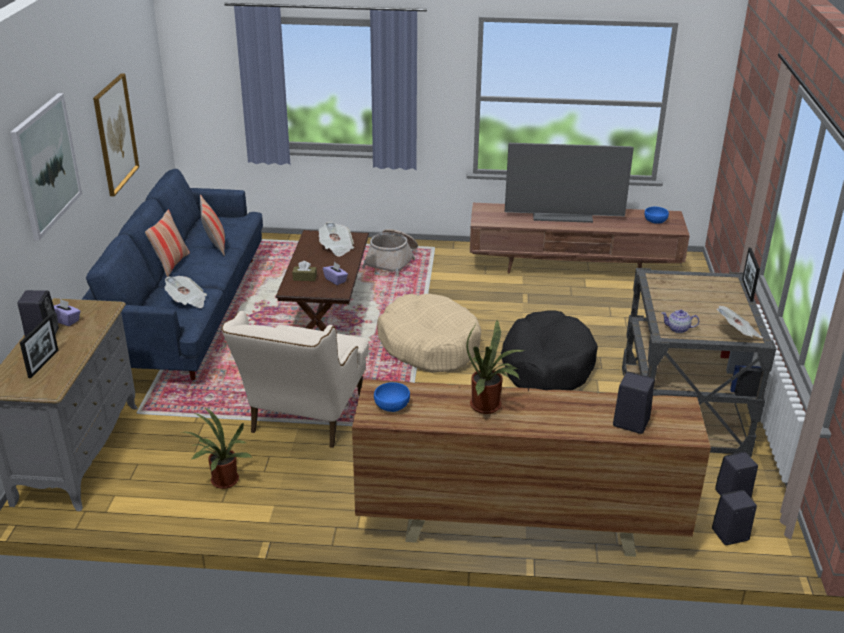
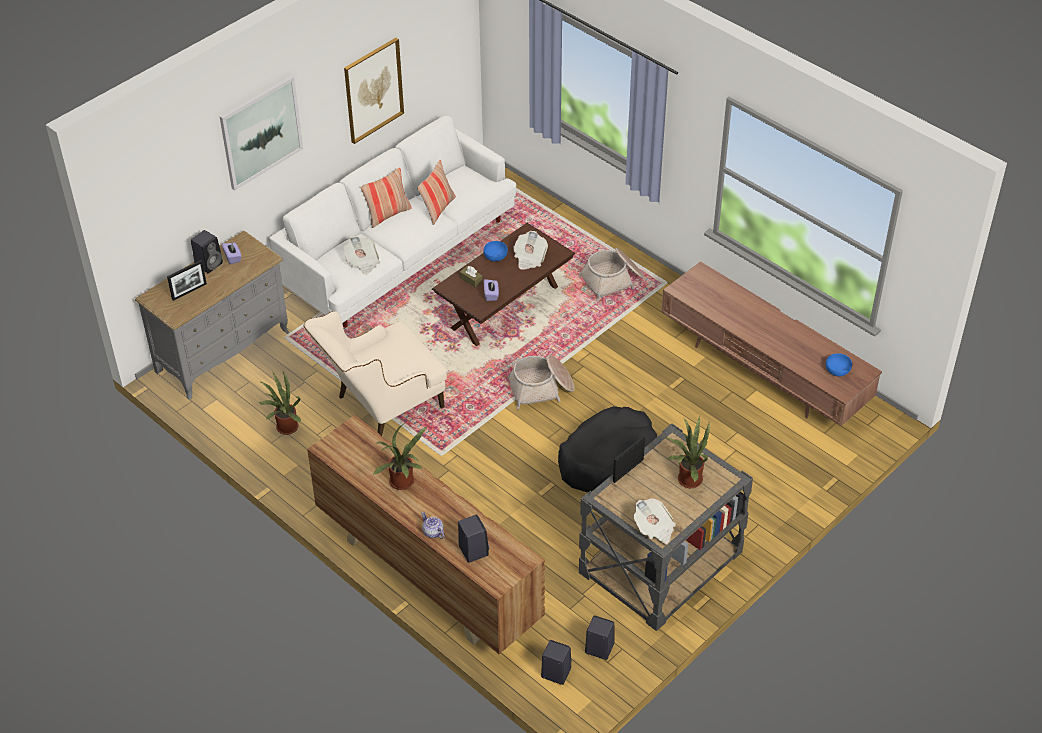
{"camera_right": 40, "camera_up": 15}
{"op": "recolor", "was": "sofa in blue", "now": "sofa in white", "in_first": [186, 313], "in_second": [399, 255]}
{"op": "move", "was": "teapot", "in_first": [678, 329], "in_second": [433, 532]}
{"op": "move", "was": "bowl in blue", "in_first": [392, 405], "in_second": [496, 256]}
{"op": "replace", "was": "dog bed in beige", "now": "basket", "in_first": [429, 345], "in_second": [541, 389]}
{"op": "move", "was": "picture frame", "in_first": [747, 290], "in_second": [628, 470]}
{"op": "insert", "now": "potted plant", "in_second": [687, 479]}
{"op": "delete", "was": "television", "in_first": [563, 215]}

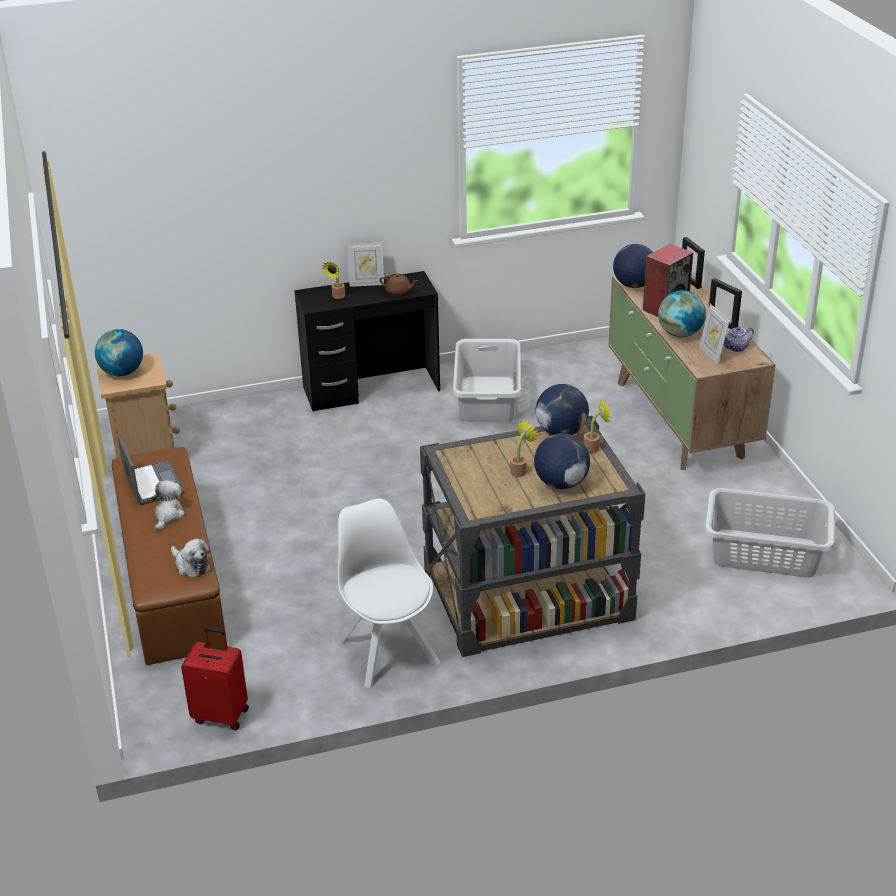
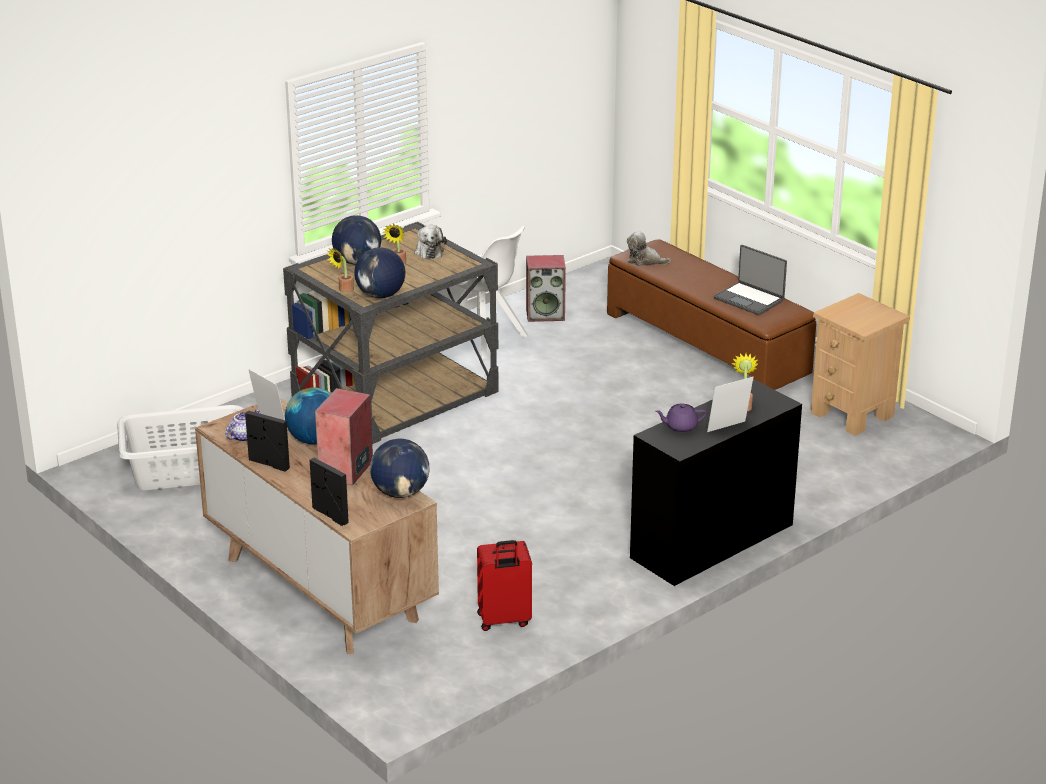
{"camera_right": 155, "camera_up": -5}
{"op": "move", "was": "plush toy", "in_first": [168, 515], "in_second": [429, 251]}
{"op": "move", "was": "suitcase in red", "in_first": [221, 715], "in_second": [504, 621]}
{"op": "insert", "now": "speaker", "in_second": [546, 314]}
{"op": "recolor", "was": "teapot in brown", "now": "teapot in purple", "in_first": [398, 292], "in_second": [680, 426]}
{"op": "delete", "was": "globe", "in_first": [122, 373]}
{"op": "delete", "was": "laundry basket in grey", "in_first": [488, 399]}

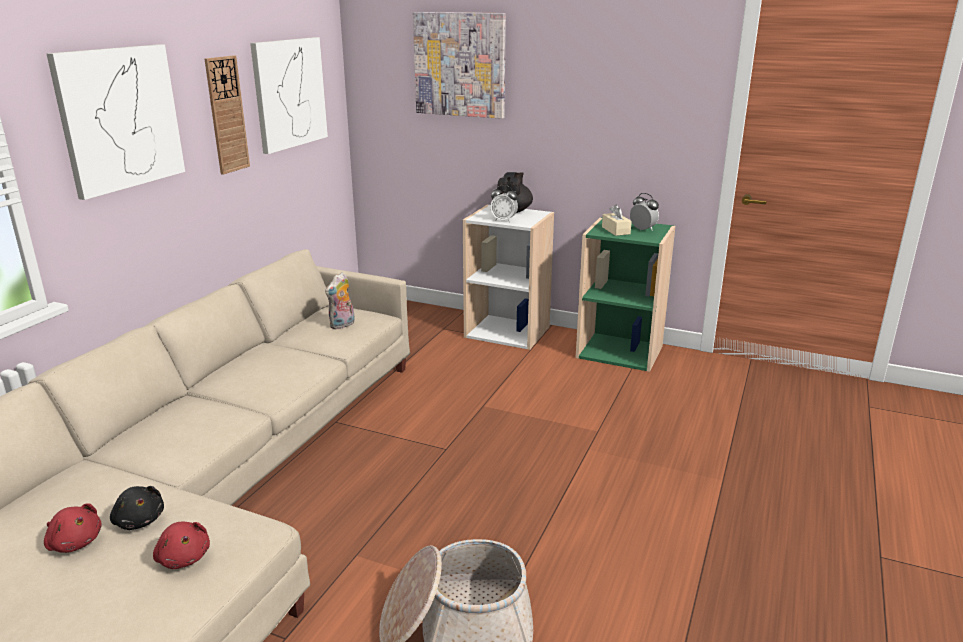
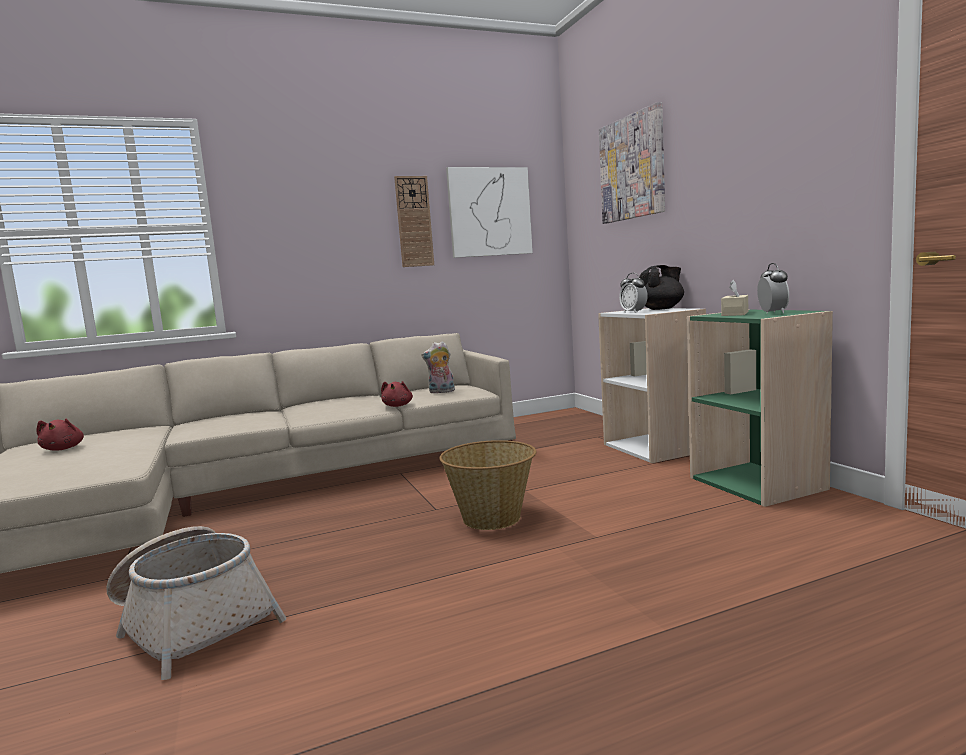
{"camera_right": 45, "camera_up": -15}
{"op": "move", "was": "plush toy in red", "in_first": [183, 557], "in_second": [398, 406]}
{"op": "insert", "now": "basket", "in_second": [492, 518]}
{"op": "delete", "was": "picture", "in_first": [120, 118]}
{"op": "delete", "was": "plush toy in black", "in_first": [139, 520]}

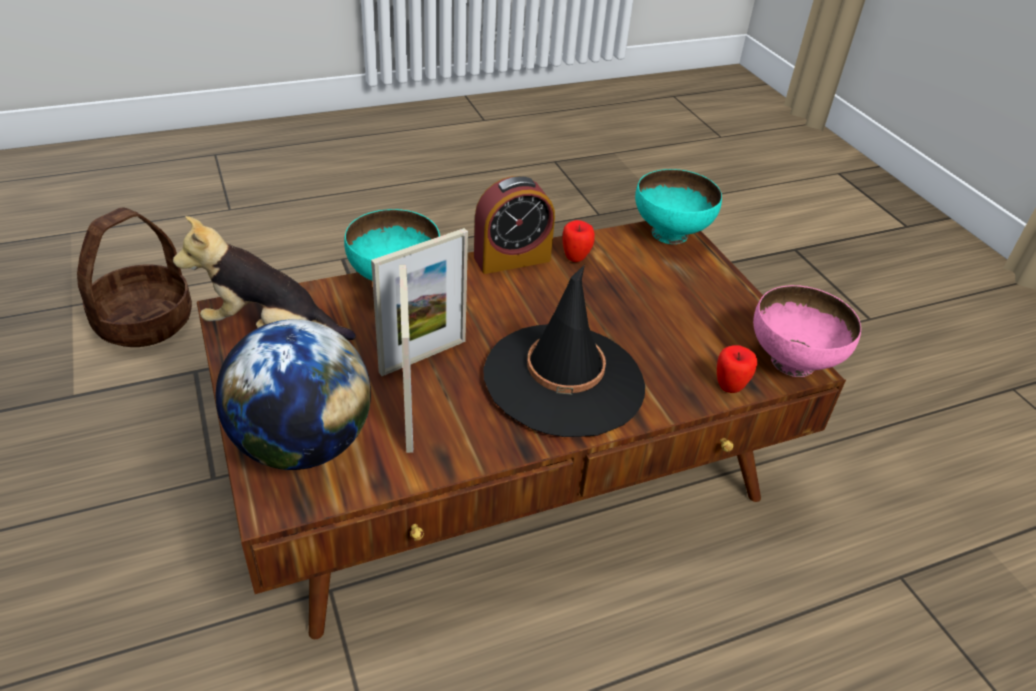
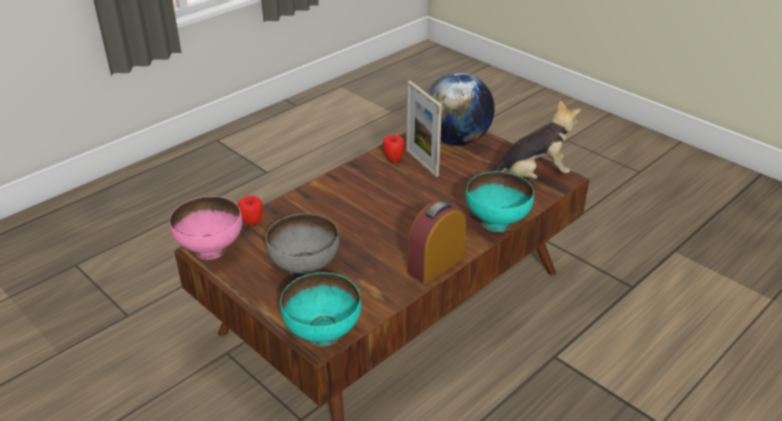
{"camera_right": 160, "camera_up": -5}
{"op": "insert", "now": "bowl in grey", "in_second": [304, 269]}
{"op": "move", "was": "apple", "in_first": [575, 257], "in_second": [393, 160]}
{"op": "delete", "was": "basket", "in_first": [144, 321]}
{"op": "delete", "was": "picture frame", "in_first": [423, 356]}
{"op": "delete", "was": "hat in black", "in_first": [564, 379]}

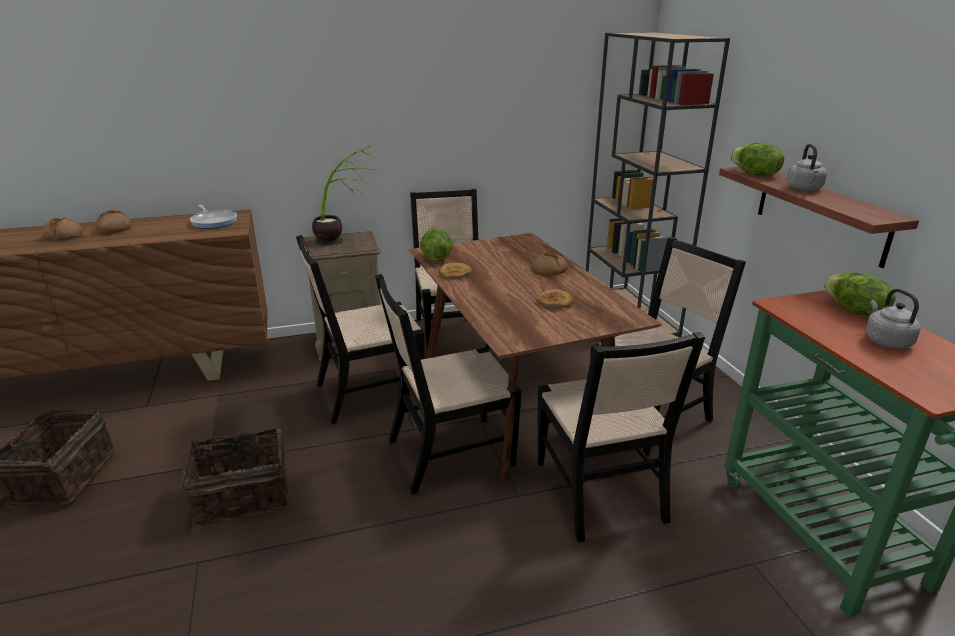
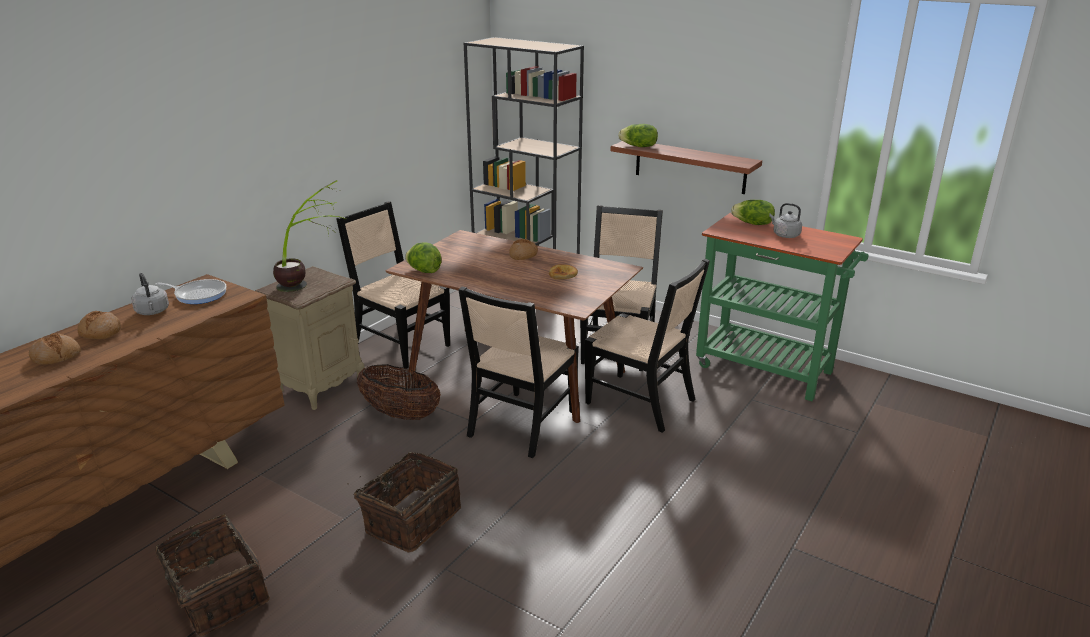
{"camera_right": -40, "camera_up": 0}
{"op": "move", "was": "kettle in grey", "in_first": [804, 189], "in_second": [153, 312]}
{"op": "replace", "was": "chair", "now": "basket", "in_first": [369, 393], "in_second": [400, 414]}
{"op": "delete", "was": "bread", "in_first": [455, 273]}

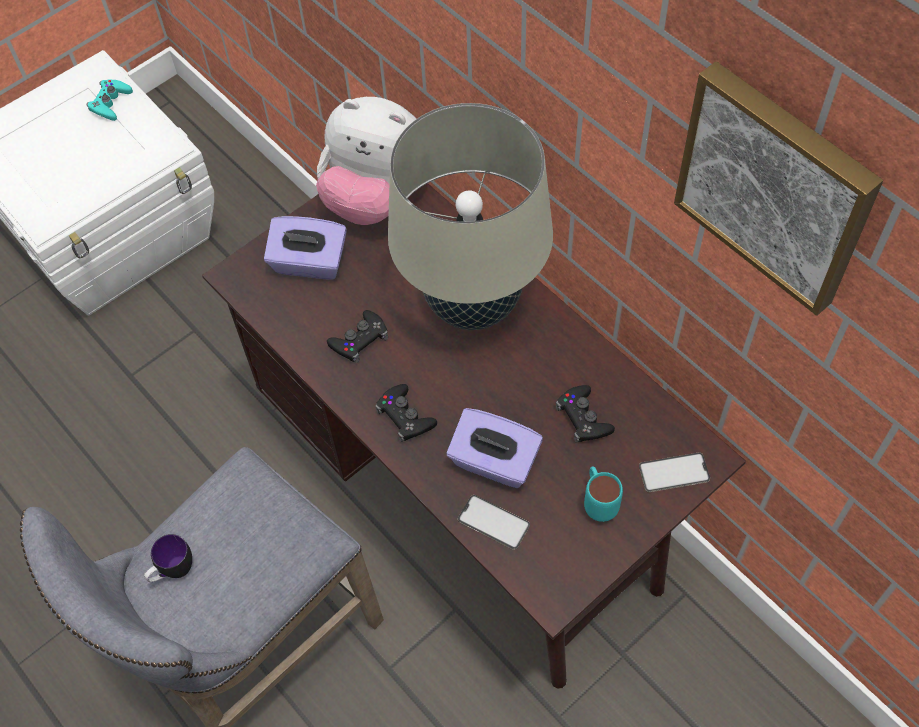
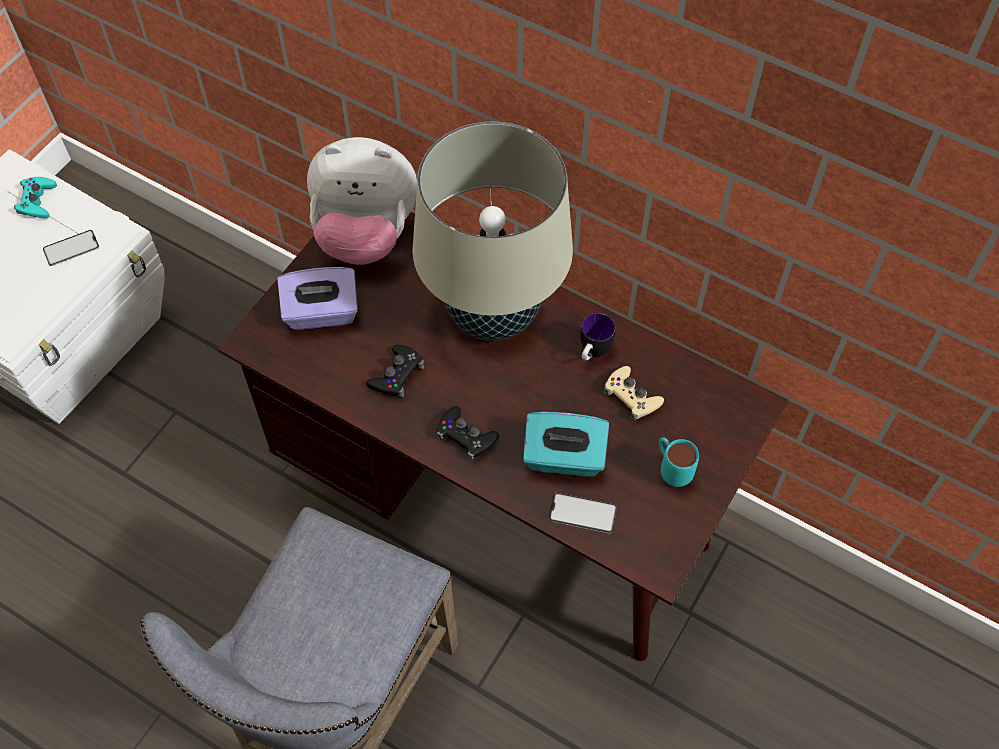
{"camera_right": -20, "camera_up": 0}
{"op": "move", "was": "phone", "in_first": [674, 472], "in_second": [71, 248]}
{"op": "recolor", "was": "tissue box in purple", "now": "tissue box in turquoise", "in_first": [494, 462], "in_second": [564, 458]}
{"op": "move", "was": "mug", "in_first": [173, 572], "in_second": [592, 353]}
{"op": "recolor", "was": "game controller in black", "now": "game controller in beige", "in_first": [583, 418], "in_second": [631, 397]}
{"op": "delete", "was": "picture", "in_first": [776, 186]}

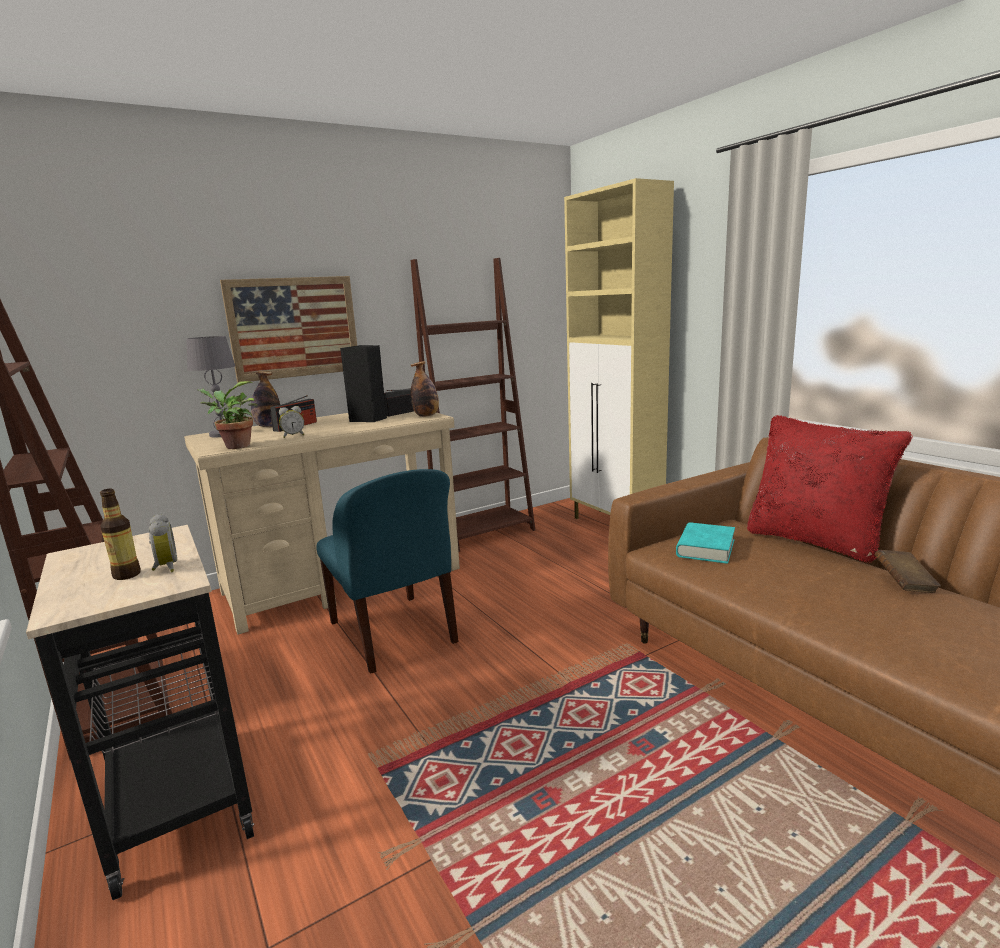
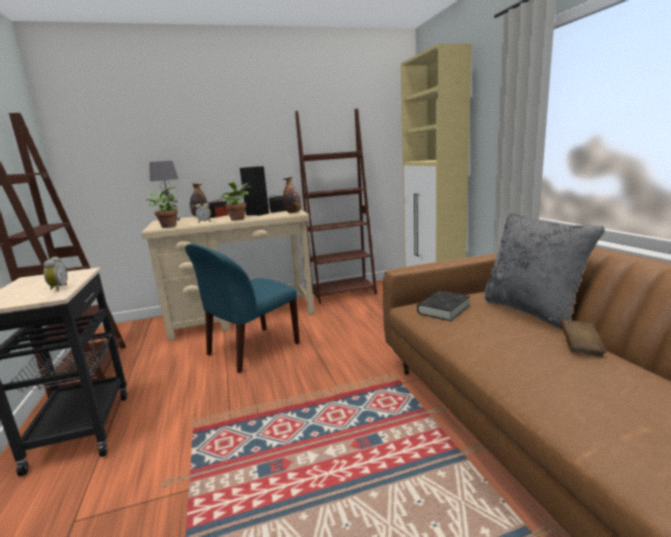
{"camera_right": 15, "camera_up": 0}
{"op": "rotate", "was": "chair in blue", "in_first": [394, 634], "in_second": [251, 350], "clockwise": 60}
{"op": "insert", "now": "potted plant", "in_second": [238, 219]}
{"op": "recolor", "was": "book in turquoise", "now": "book in black", "in_first": [705, 548], "in_second": [443, 309]}
{"op": "recolor", "was": "pillow in red", "now": "pillow in grey", "in_first": [814, 544], "in_second": [531, 313]}
{"op": "delete", "was": "bottle", "in_first": [127, 575]}
{"op": "delete", "was": "picture", "in_first": [294, 327]}

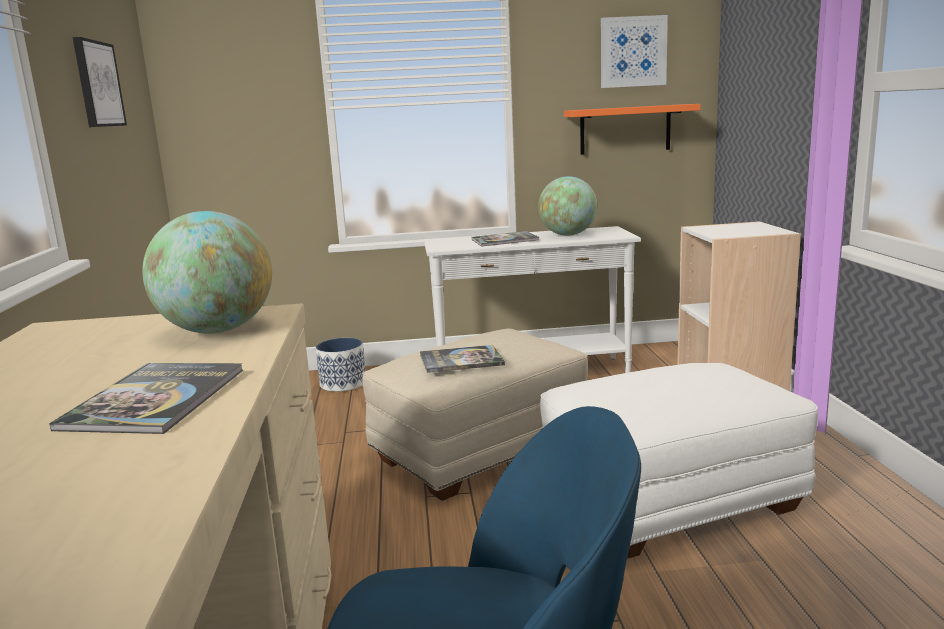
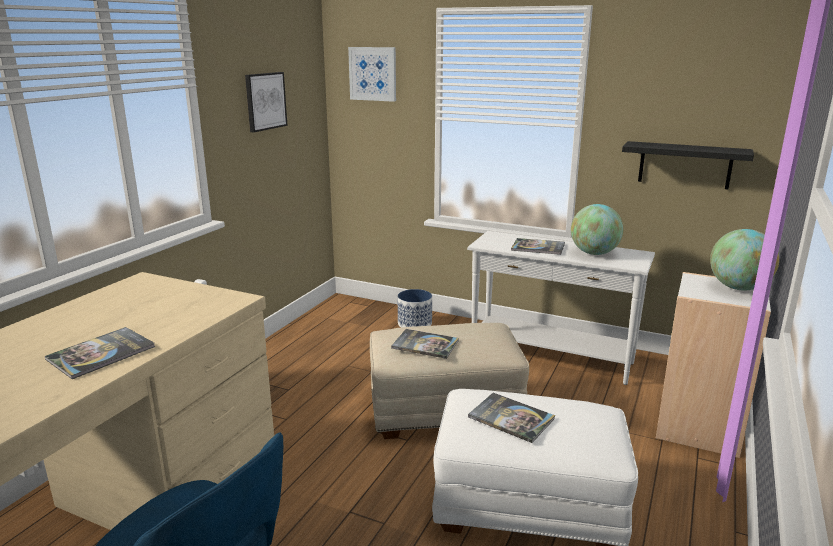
{"camera_right": 30, "camera_up": 5}
{"op": "move", "was": "picture", "in_first": [633, 52], "in_second": [373, 74]}
{"op": "insert", "now": "book", "in_second": [511, 418]}
{"op": "recolor", "was": "shelf in orange", "now": "shelf in black", "in_first": [625, 129], "in_second": [685, 165]}
{"op": "move", "was": "globe", "in_first": [217, 330], "in_second": [738, 288]}

